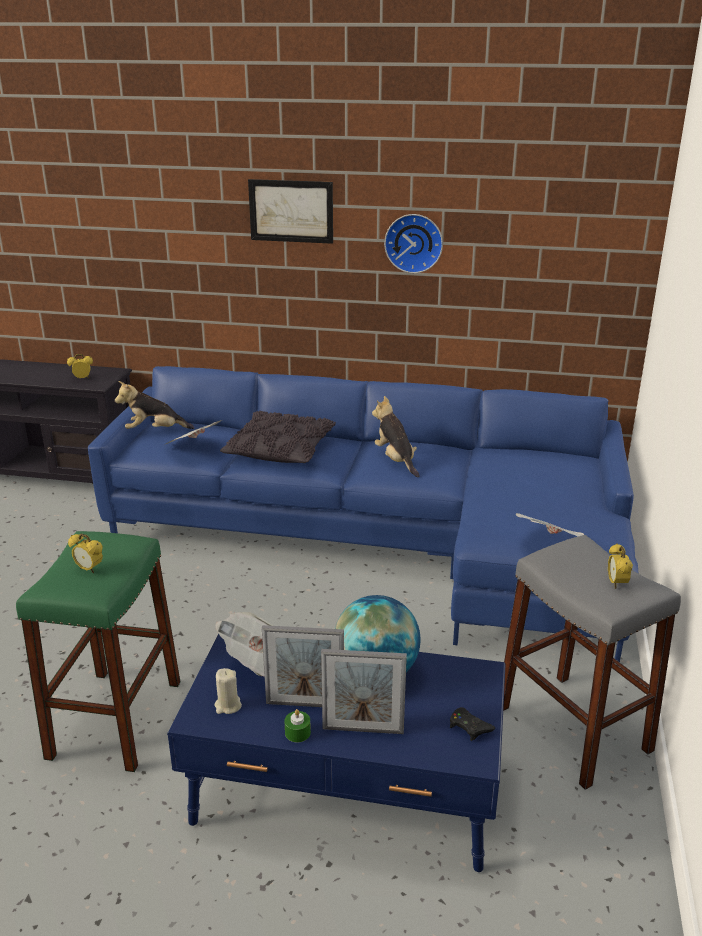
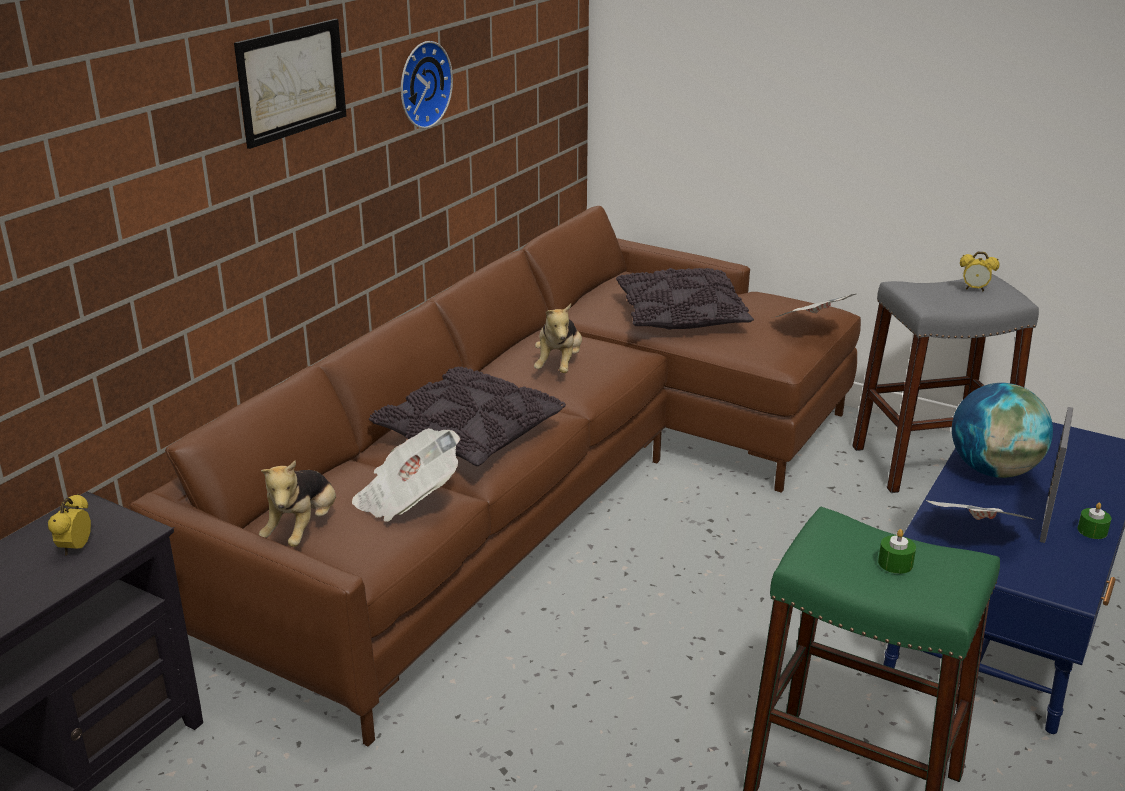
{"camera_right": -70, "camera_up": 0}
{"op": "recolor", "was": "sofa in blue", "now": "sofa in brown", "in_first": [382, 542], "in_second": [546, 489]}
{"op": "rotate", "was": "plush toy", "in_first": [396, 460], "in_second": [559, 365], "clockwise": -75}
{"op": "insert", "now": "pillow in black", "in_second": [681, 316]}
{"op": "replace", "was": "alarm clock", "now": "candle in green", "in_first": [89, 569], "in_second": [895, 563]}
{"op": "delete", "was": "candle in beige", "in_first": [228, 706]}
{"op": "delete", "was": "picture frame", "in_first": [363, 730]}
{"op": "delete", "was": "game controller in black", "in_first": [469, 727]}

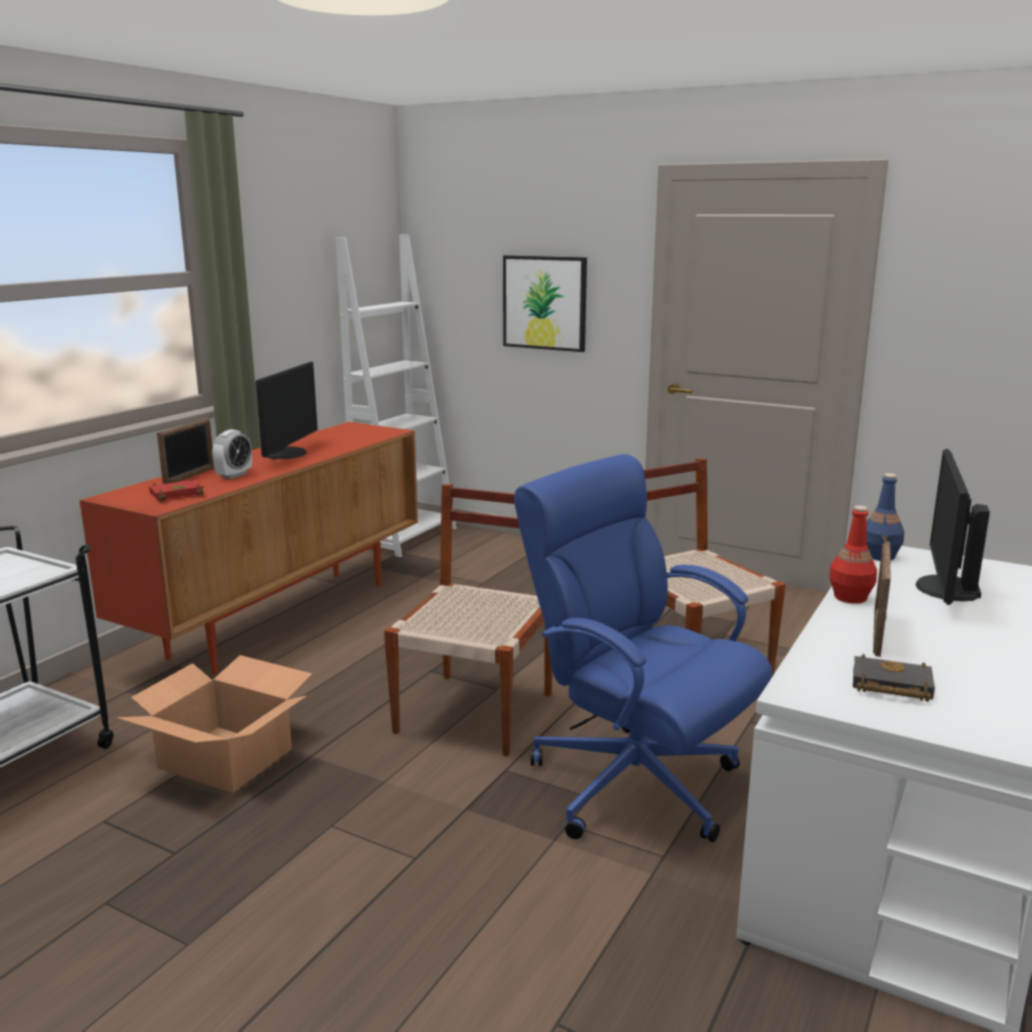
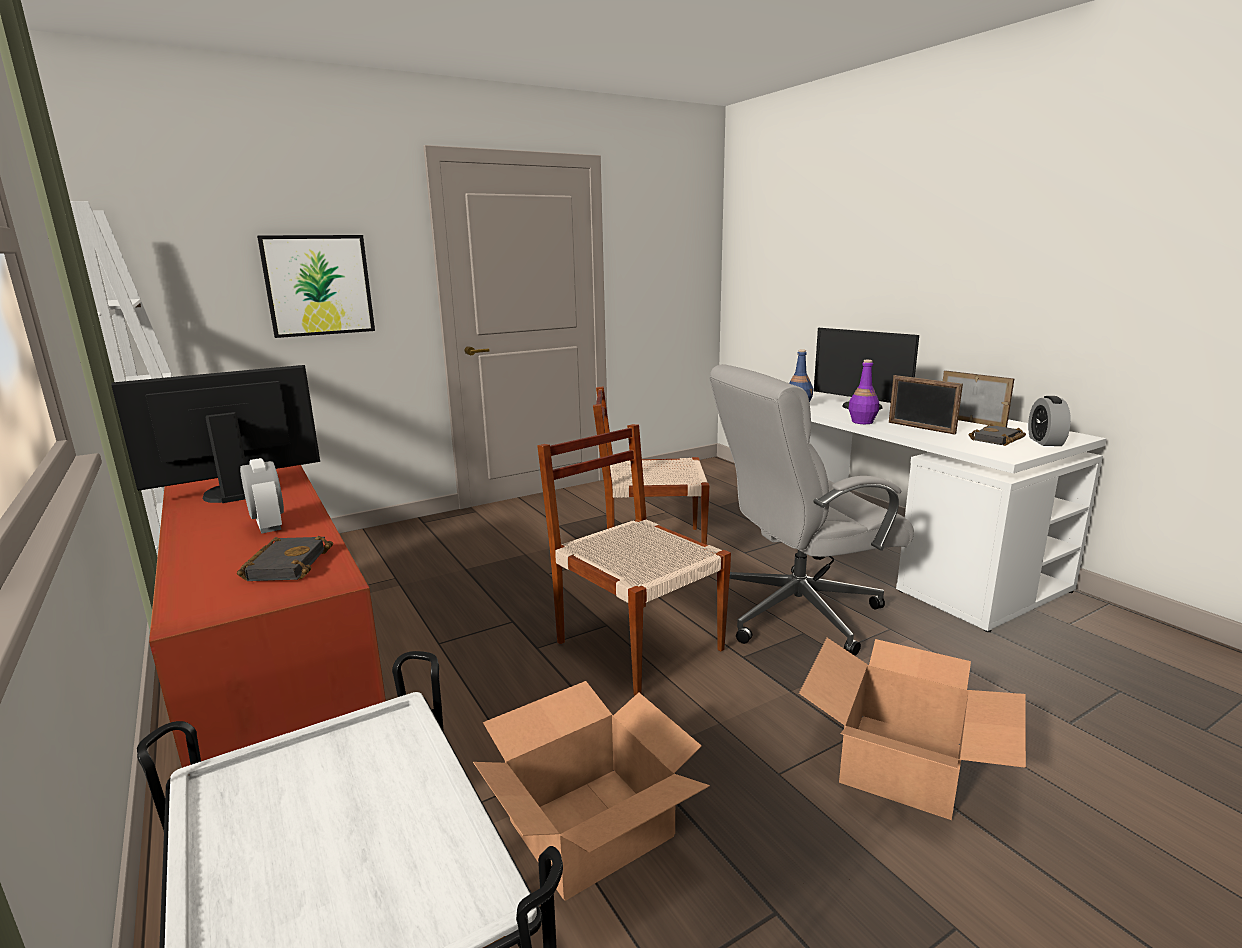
{"camera_right": -60, "camera_up": 0}
{"op": "rotate", "was": "monitor", "in_first": [287, 454], "in_second": [236, 492], "clockwise": -75}
{"op": "recolor", "was": "book in red", "now": "book in black", "in_first": [178, 494], "in_second": [286, 564]}
{"op": "recolor", "was": "office chair in blue", "now": "office chair in grey", "in_first": [635, 785], "in_second": [798, 612]}
{"op": "insert", "now": "cardboard box", "in_second": [903, 763]}
{"op": "recolor", "was": "bottle in red", "now": "bottle in purple", "in_first": [849, 597], "in_second": [862, 422]}
{"op": "move", "was": "picture frame", "in_first": [190, 476], "in_second": [971, 421]}
{"op": "insert", "now": "alarm clock", "in_second": [1045, 441]}

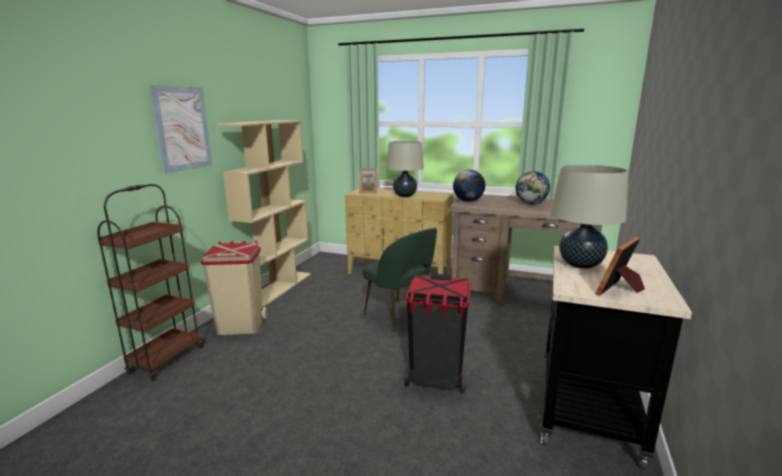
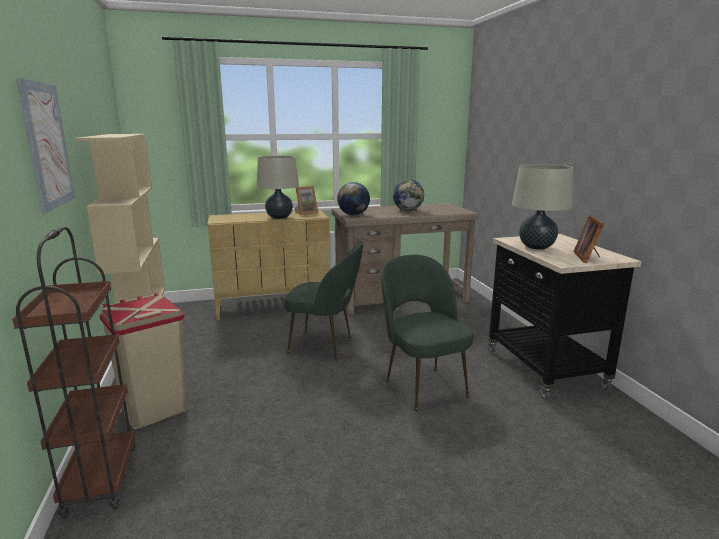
{"camera_right": -35, "camera_up": 0}
{"op": "move", "was": "picture frame", "in_first": [368, 192], "in_second": [306, 213]}
{"op": "replace", "was": "trash can in black", "now": "chair in green", "in_first": [436, 379], "in_second": [422, 385]}

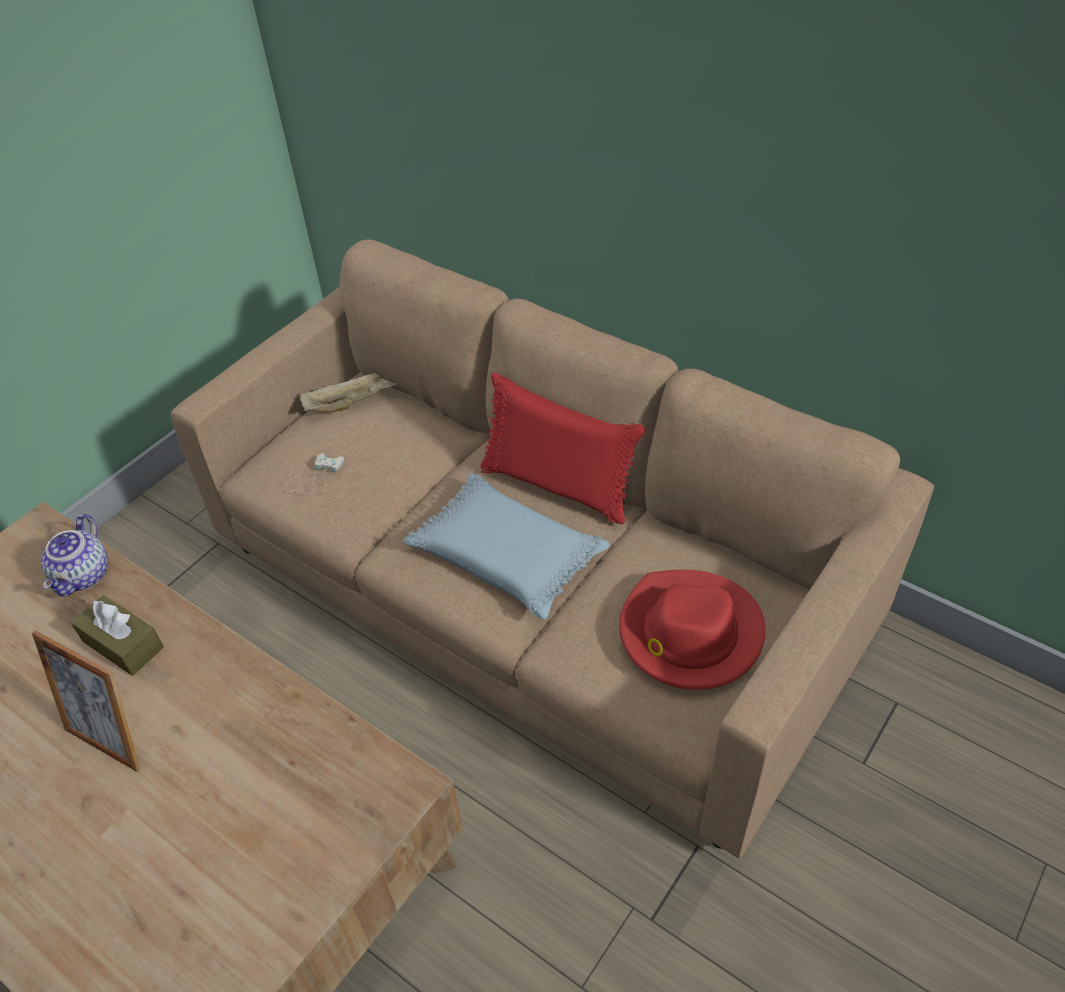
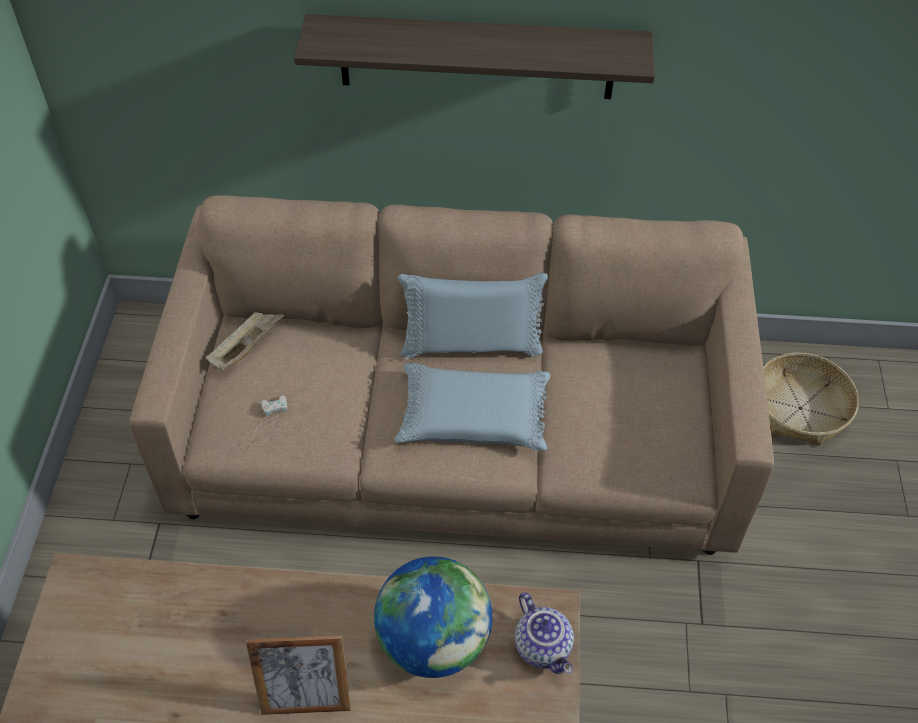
{"camera_right": -35, "camera_up": 5}
{"op": "insert", "now": "shelf", "in_second": [477, 57]}
{"op": "insert", "now": "globe", "in_second": [434, 641]}
{"op": "recolor", "was": "pillow in red", "now": "pillow in blue", "in_first": [558, 485], "in_second": [471, 344]}
{"op": "move", "was": "teapot", "in_first": [84, 576], "in_second": [544, 647]}
{"op": "insert", "now": "basket", "in_second": [800, 408]}
{"op": "delete", "was": "tissue box in brown", "in_first": [123, 644]}
{"op": "delete", "was": "hat in red", "in_first": [689, 633]}

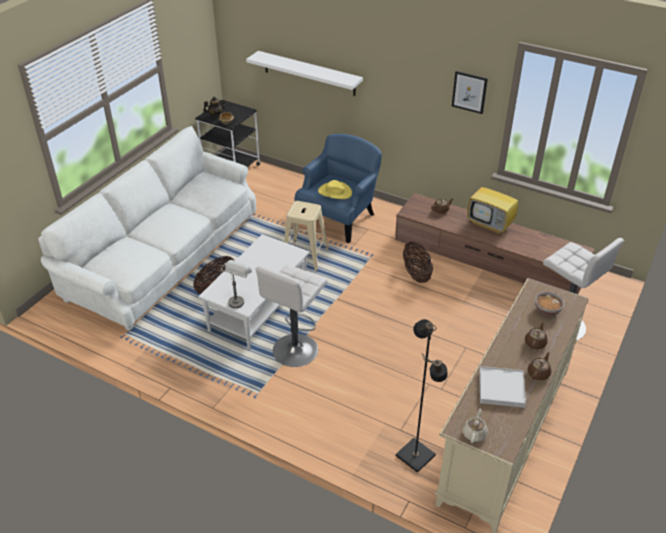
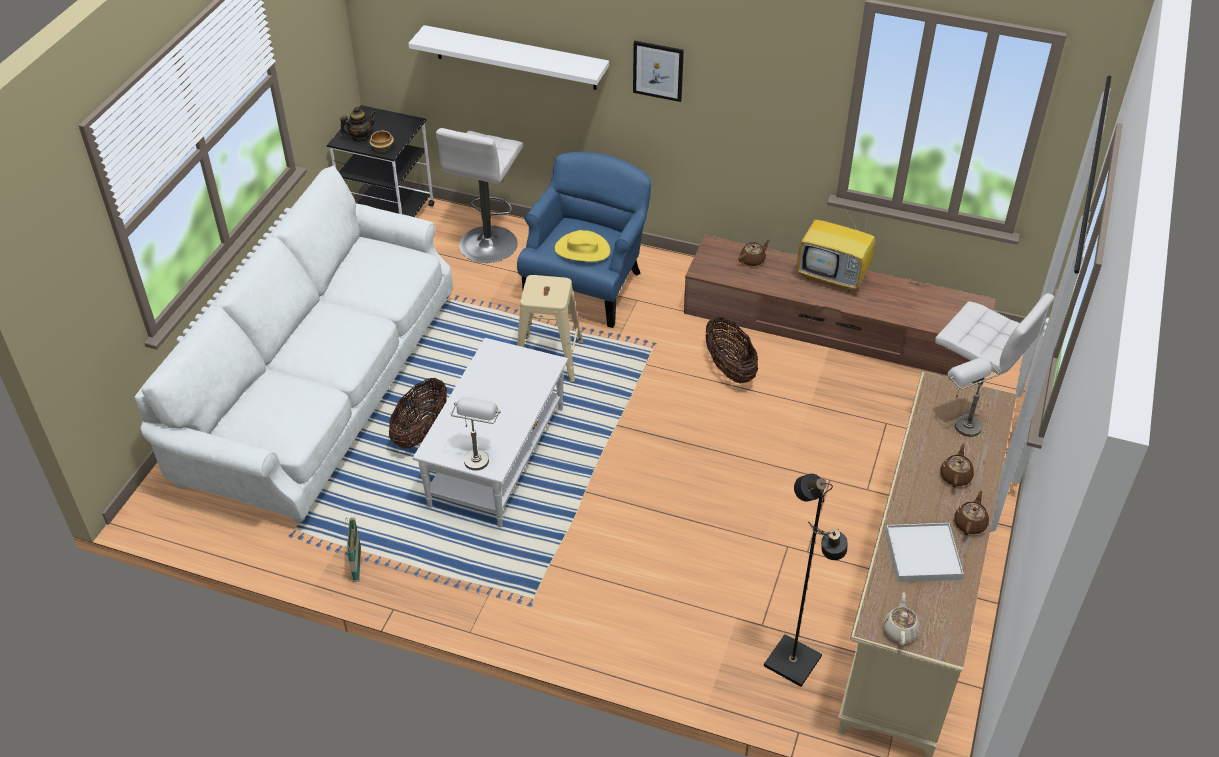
{"camera_right": -10, "camera_up": 5}
{"op": "insert", "now": "basket", "in_second": [357, 565]}
{"op": "move", "was": "stool in white", "in_first": [294, 350], "in_second": [487, 245]}
{"op": "move", "was": "picture", "in_first": [469, 92], "in_second": [658, 70]}
{"op": "replace", "was": "bowl", "now": "table lamp in grey", "in_first": [547, 310], "in_second": [961, 421]}

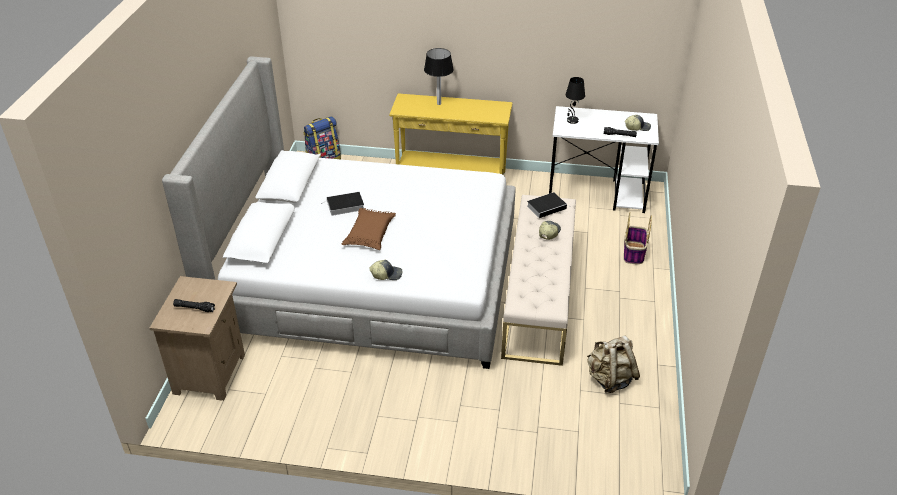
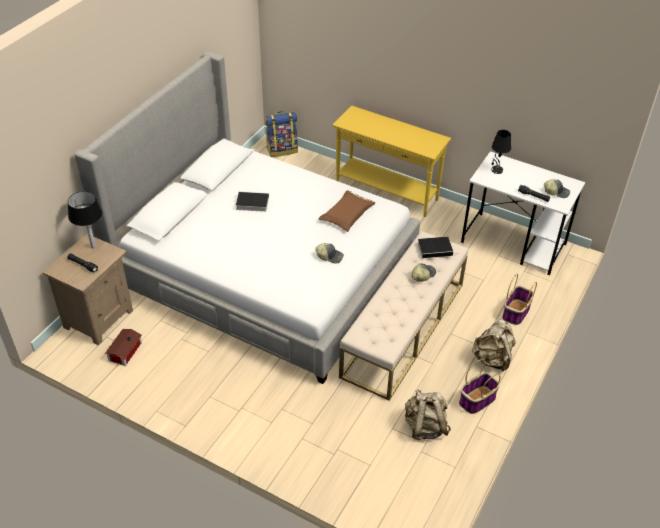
{"camera_right": 20, "camera_up": 5}
{"op": "move", "was": "table lamp", "in_first": [439, 103], "in_second": [93, 247]}
{"op": "insert", "now": "toy house", "in_second": [124, 352]}
{"op": "move", "was": "cap", "in_first": [386, 274], "in_second": [330, 256]}
{"op": "move", "was": "pillow in brown", "in_first": [369, 232], "in_second": [347, 214]}
{"op": "insert", "now": "basket", "in_second": [477, 400]}
{"op": "insert", "now": "backpack in beige", "in_second": [492, 359]}

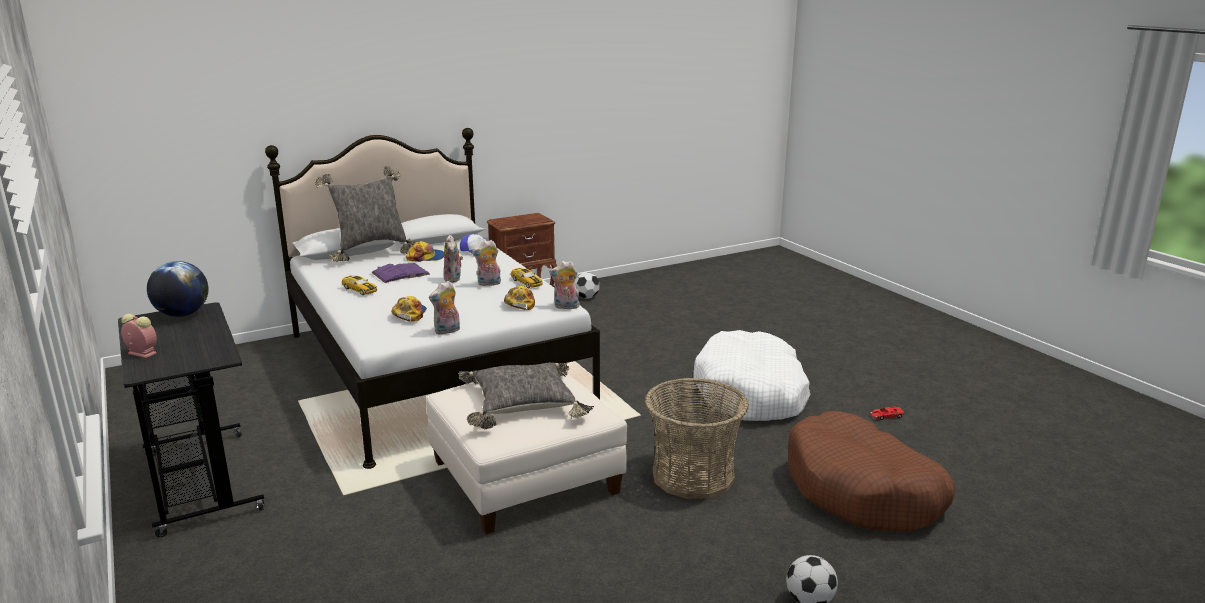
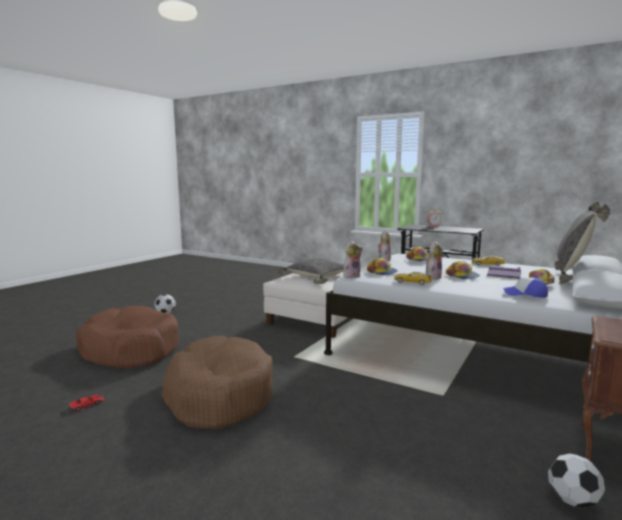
{"camera_right": 150, "camera_up": -10}
{"op": "recolor", "was": "dog bed in white", "now": "dog bed in brown", "in_first": [751, 393], "in_second": [219, 395]}
{"op": "replace", "was": "plush toy", "now": "cap", "in_first": [454, 279], "in_second": [462, 276]}
{"op": "delete", "was": "globe", "in_first": [182, 314]}
{"op": "delete", "was": "basket", "in_first": [693, 476]}

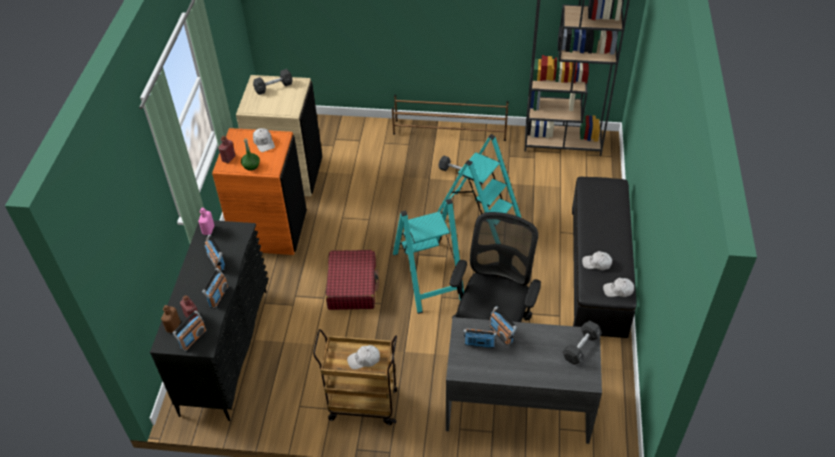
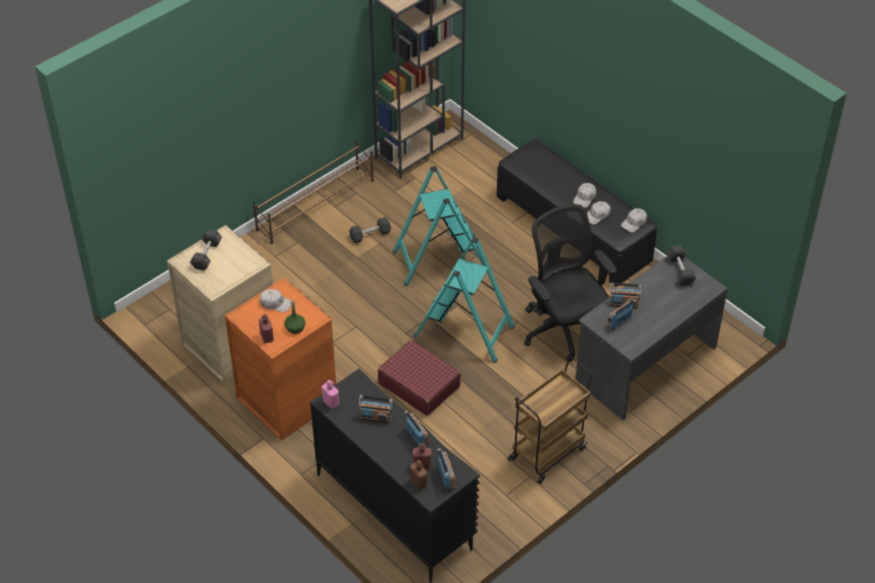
{"camera_right": -50, "camera_up": 0}
{"op": "move", "was": "cap in white", "in_first": [364, 360], "in_second": [584, 198]}

